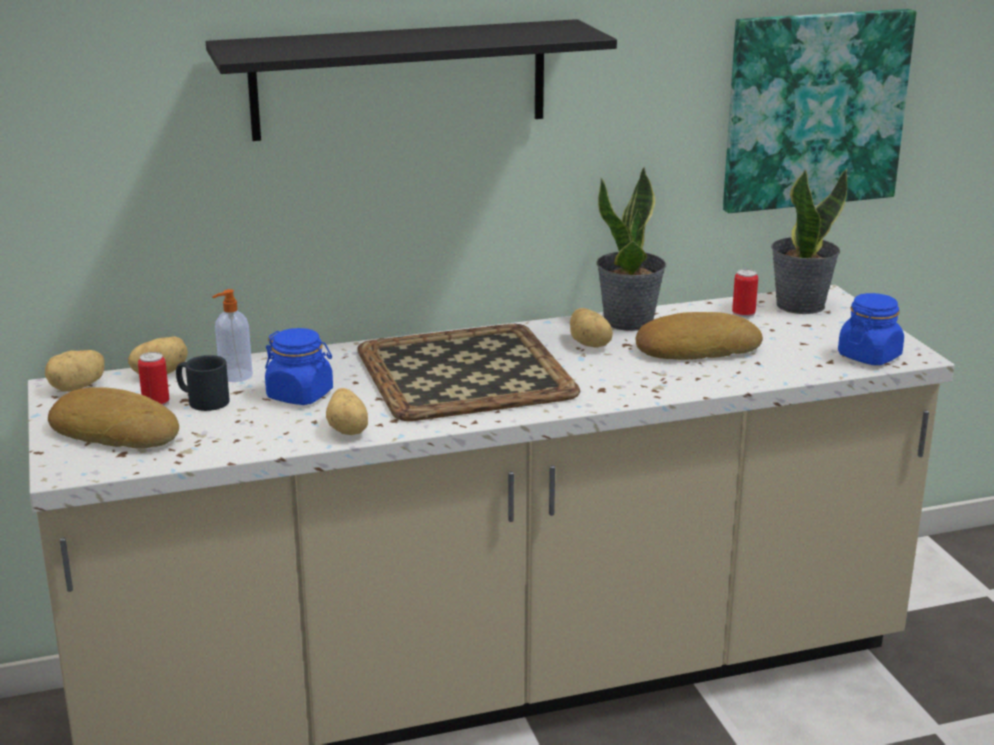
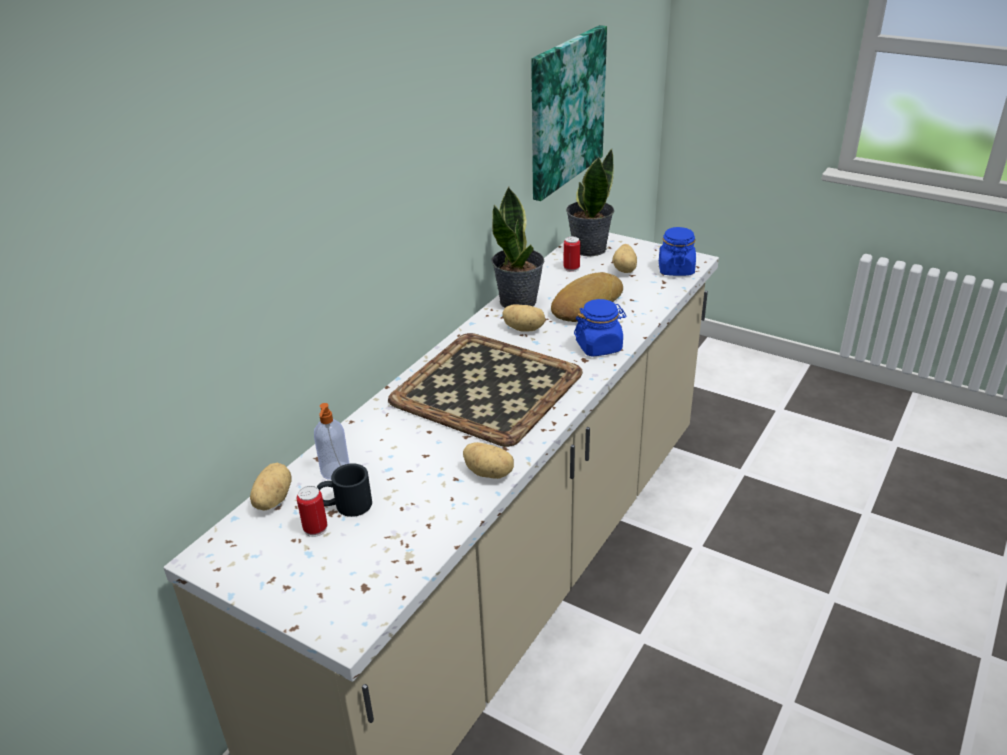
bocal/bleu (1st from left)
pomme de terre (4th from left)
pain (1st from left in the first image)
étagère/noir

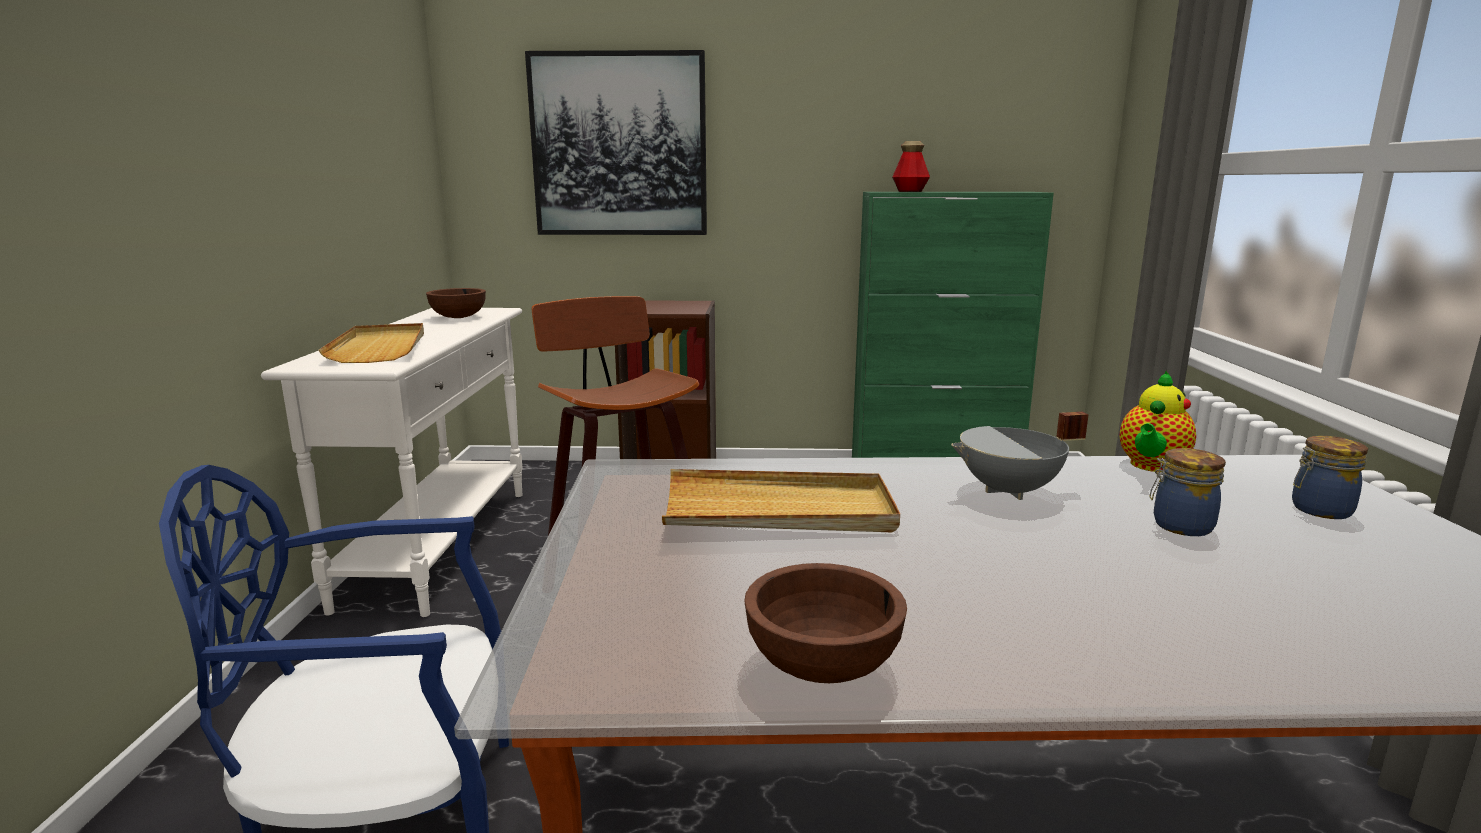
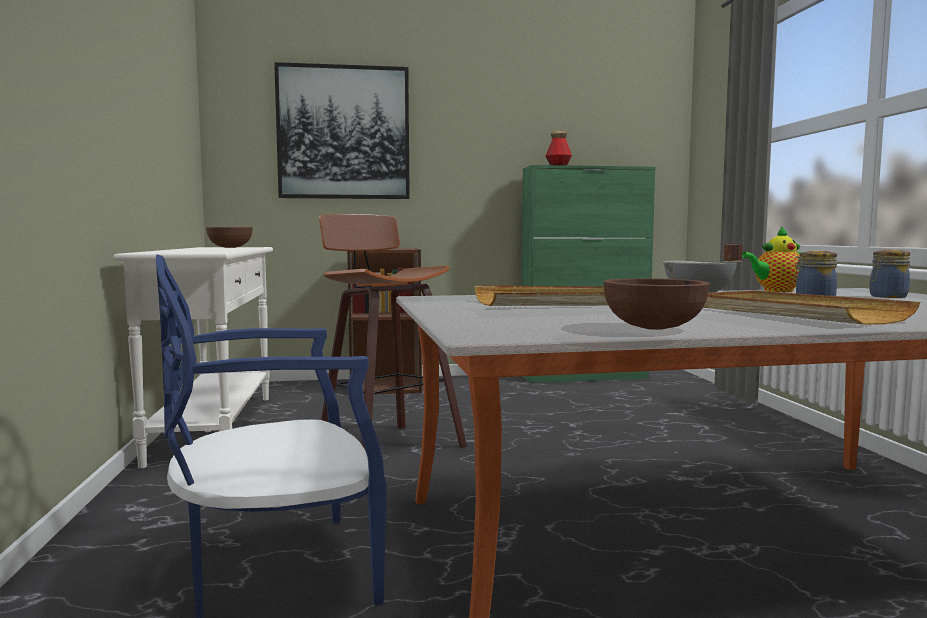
plateau/beige (2nd from left)
théière

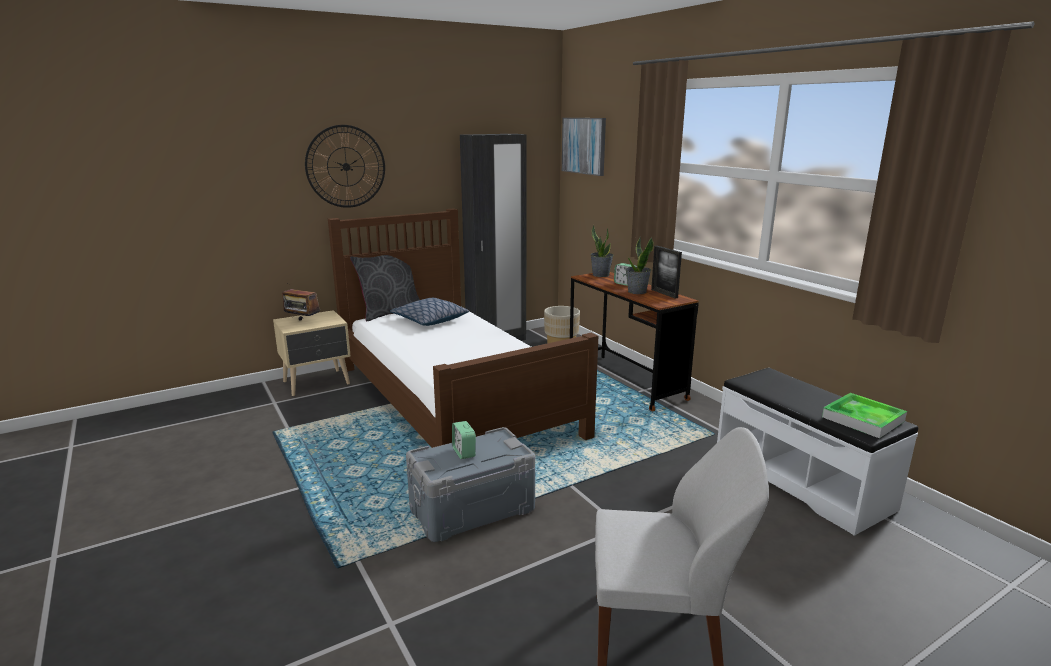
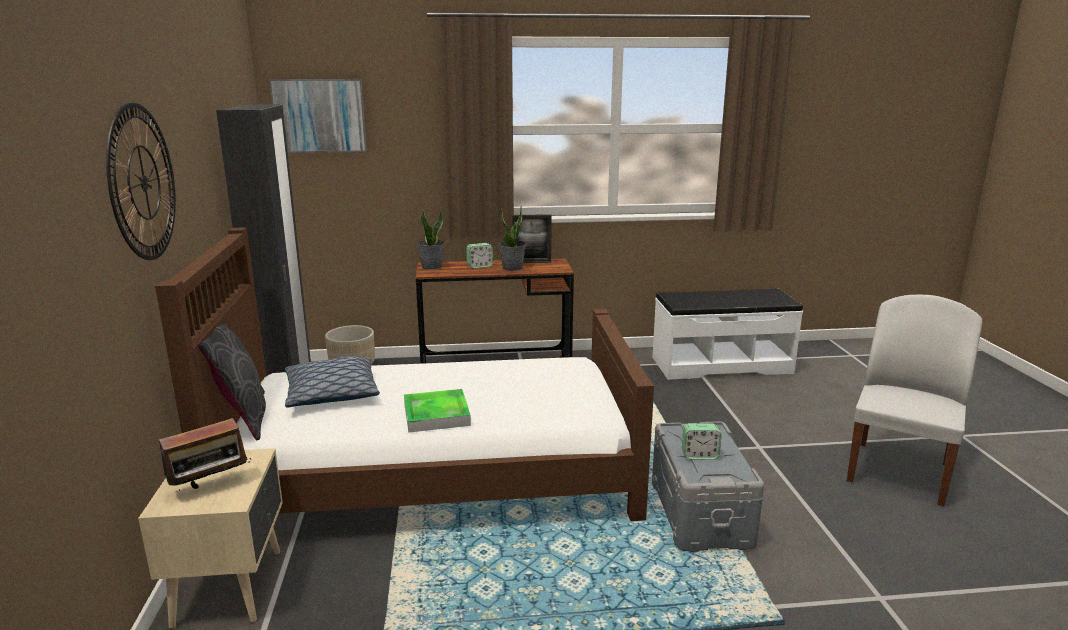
plateau

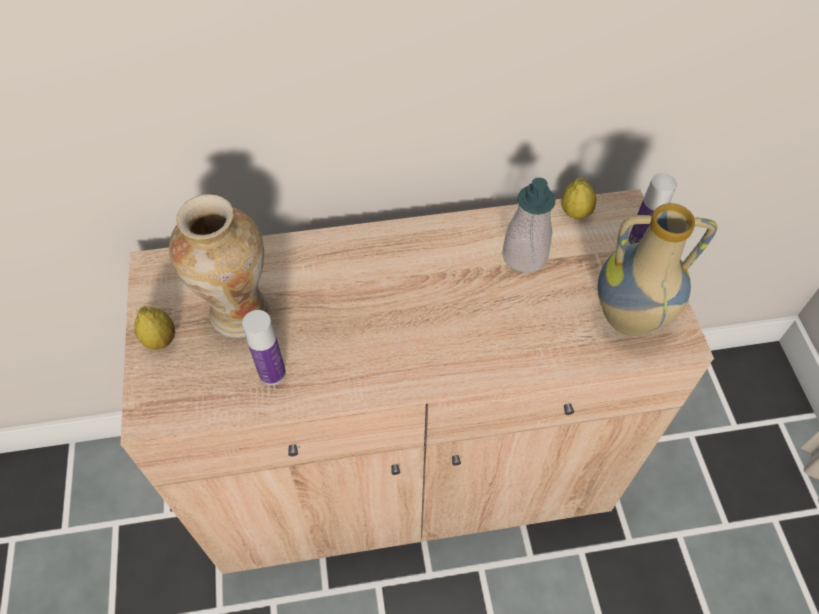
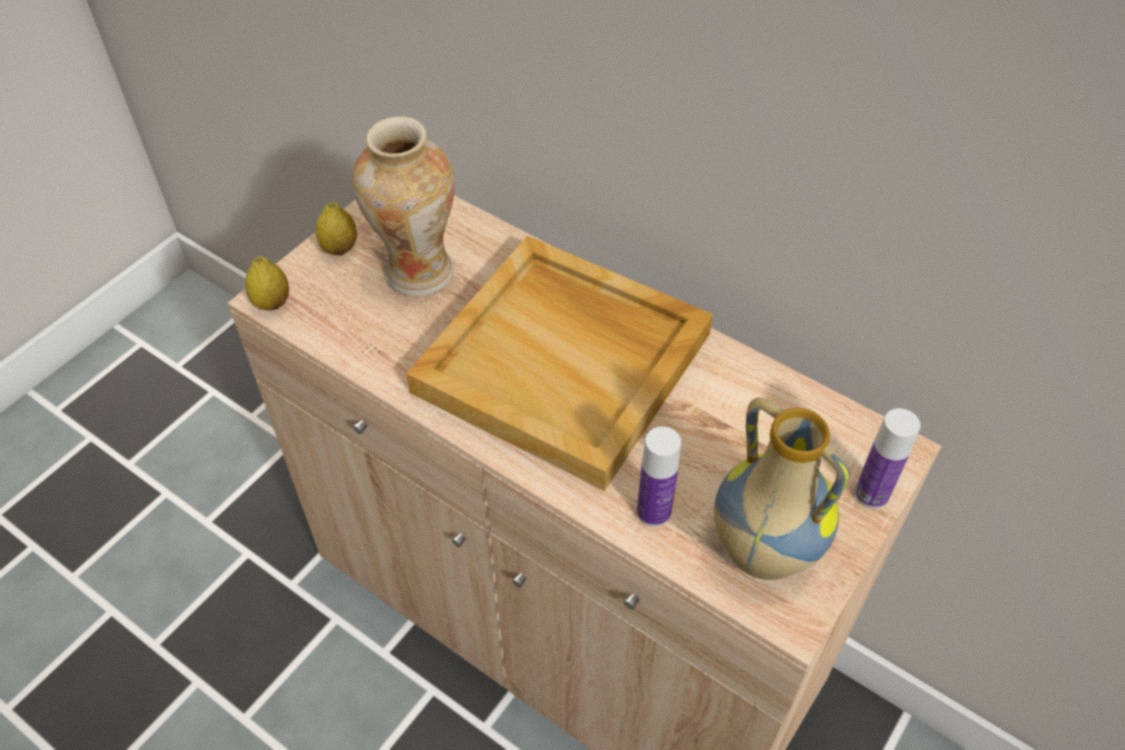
citron (1st from left)
plateau/beige
bouteille (1st from left)
distributeur de savon

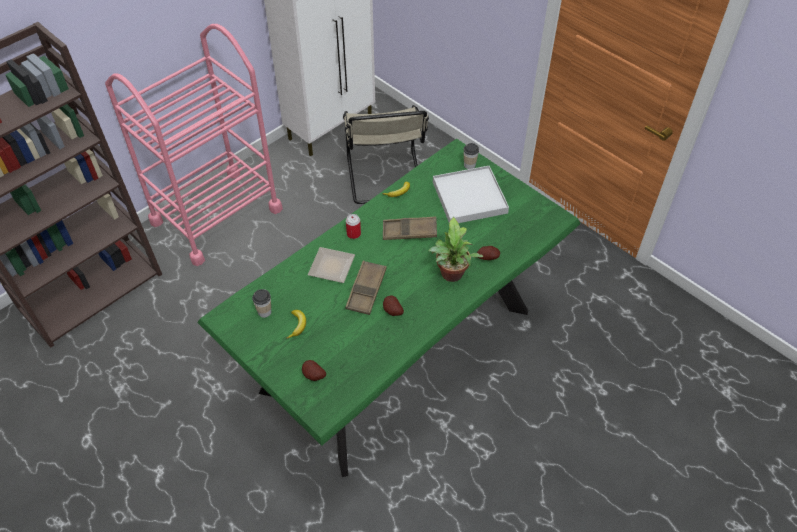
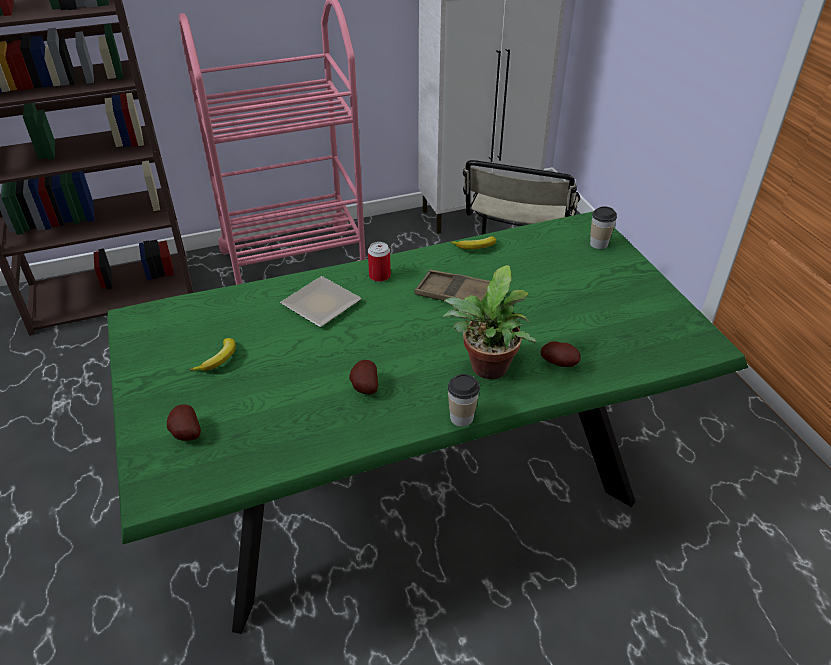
tasse (1st from left)
plateau/marron (1st from left in the first image)
plateau/blanc

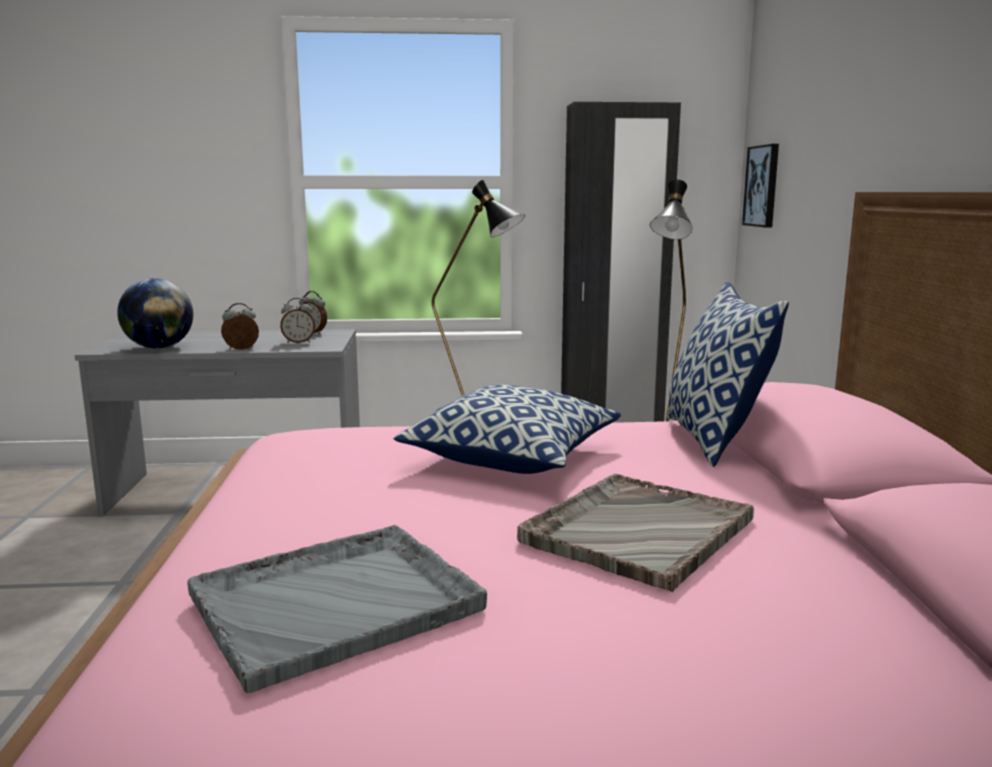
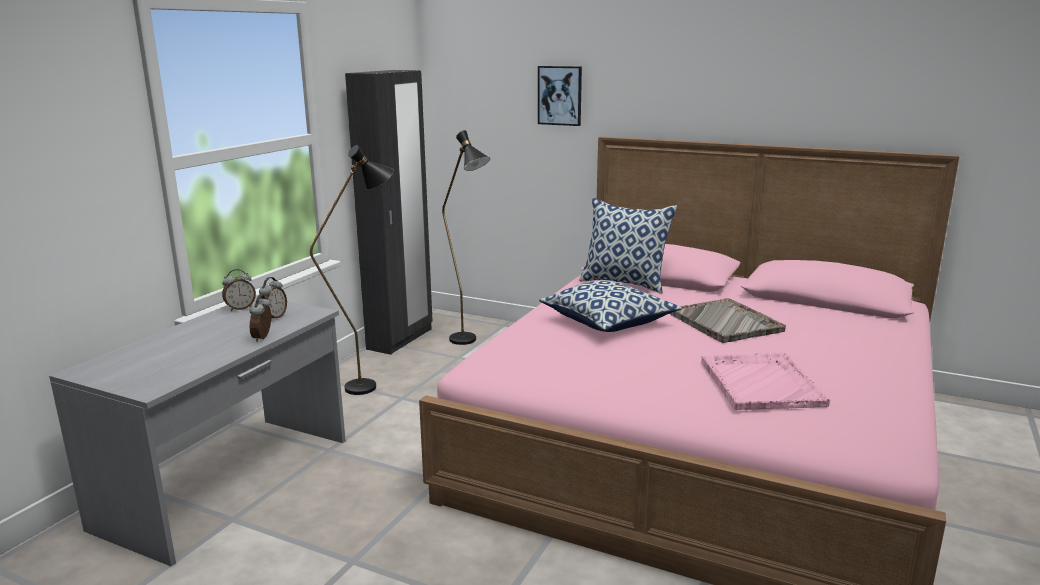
tableau
plateau/rose
globe

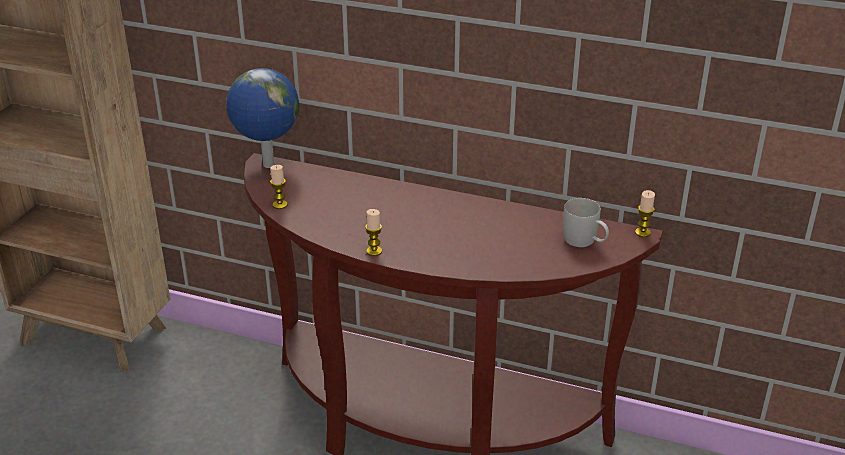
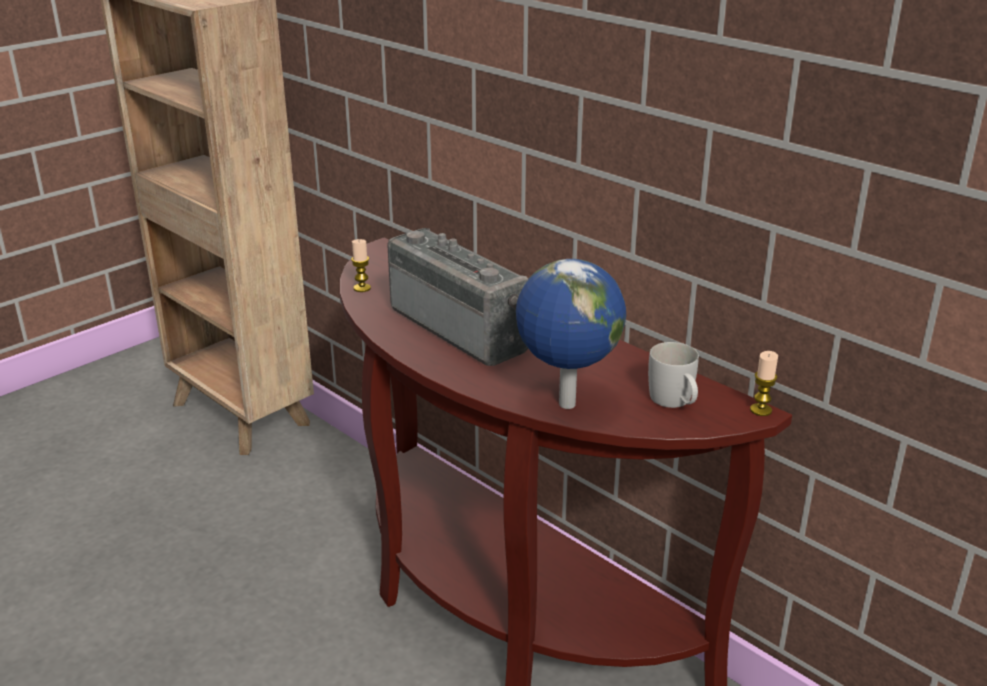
radio
globe
bougie (2nd from left in the first image)

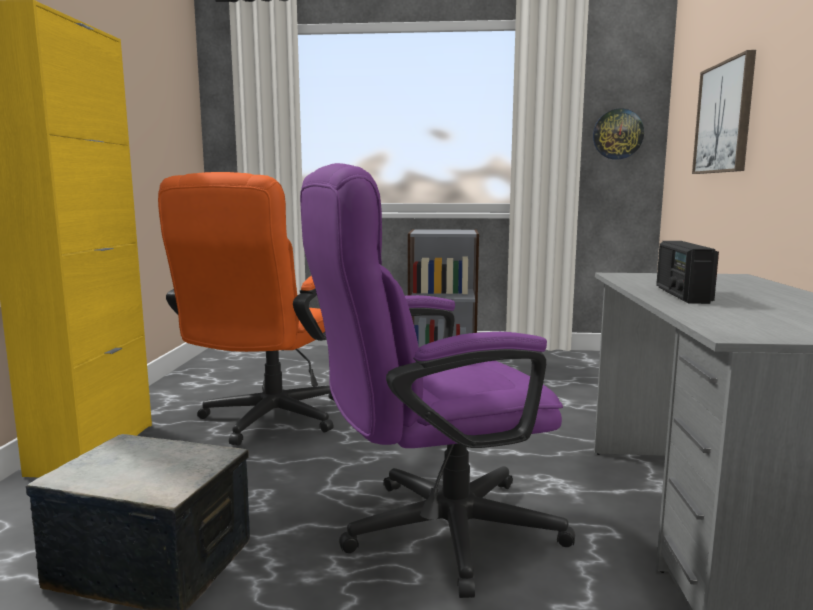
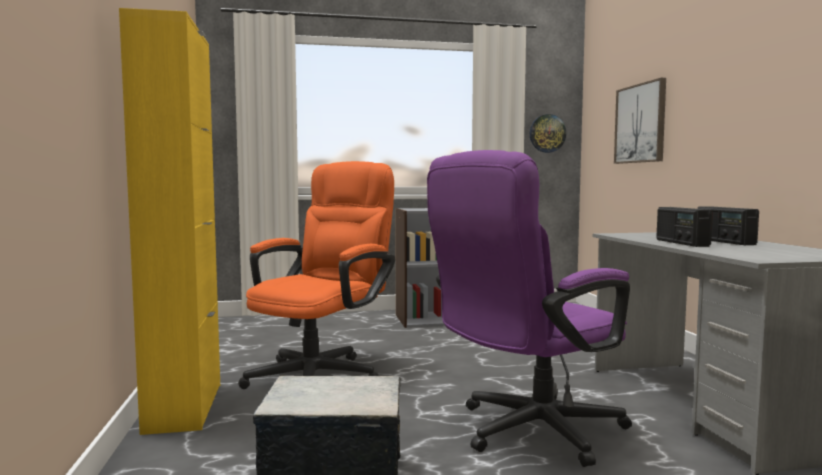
chaise de bureau/orange
radio (2nd from left)

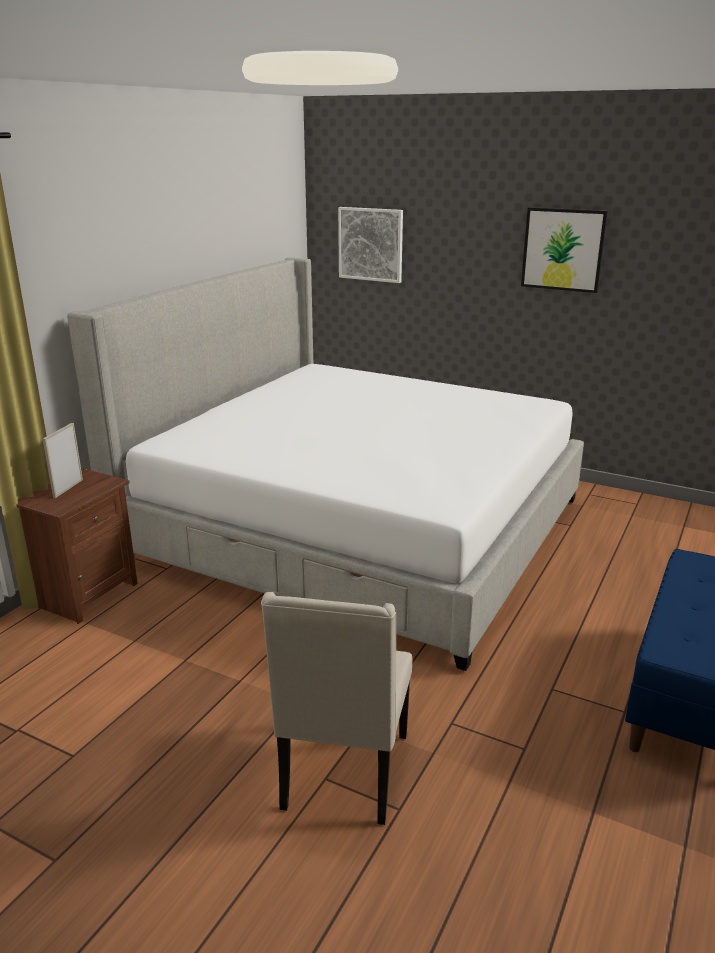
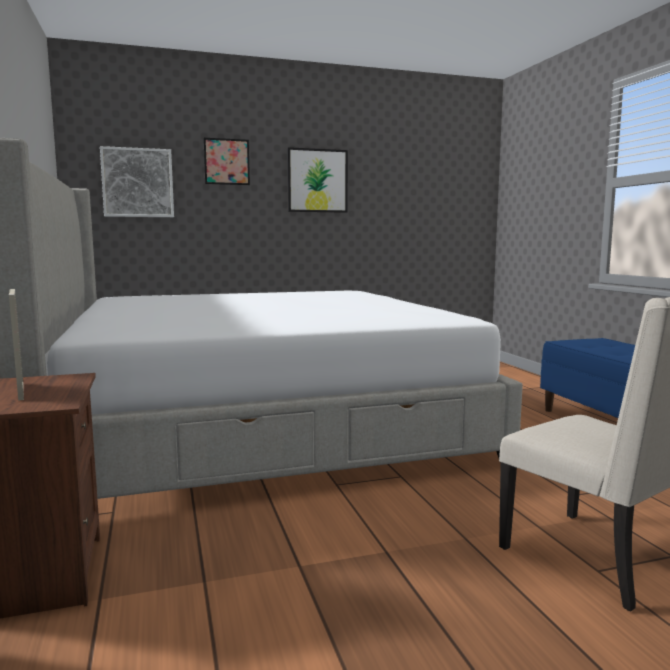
tableau (2nd from left)

